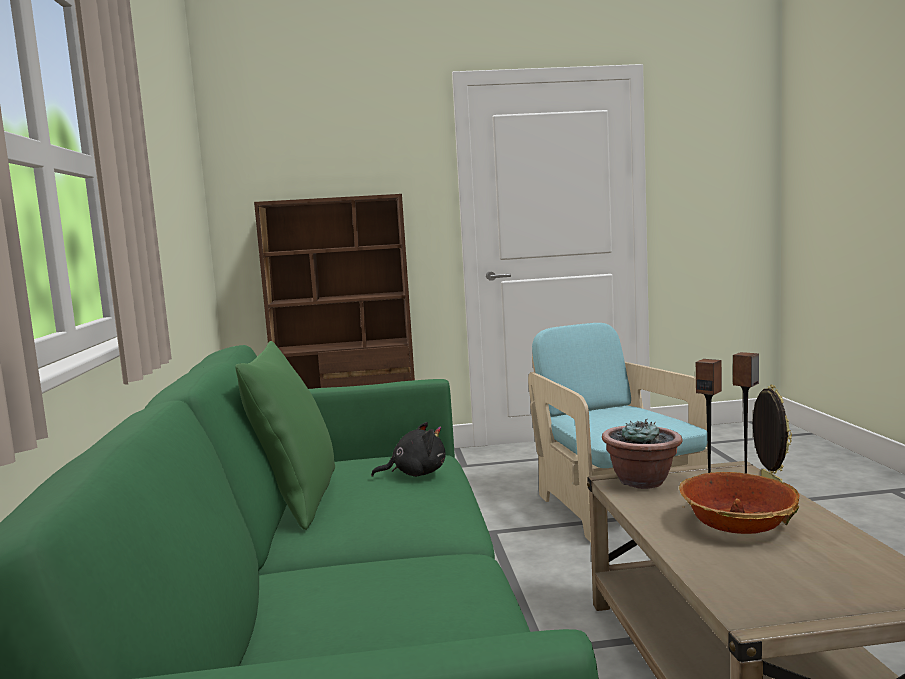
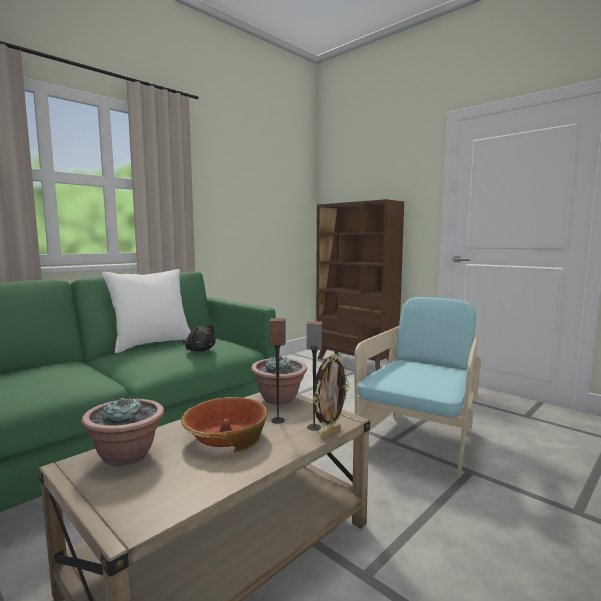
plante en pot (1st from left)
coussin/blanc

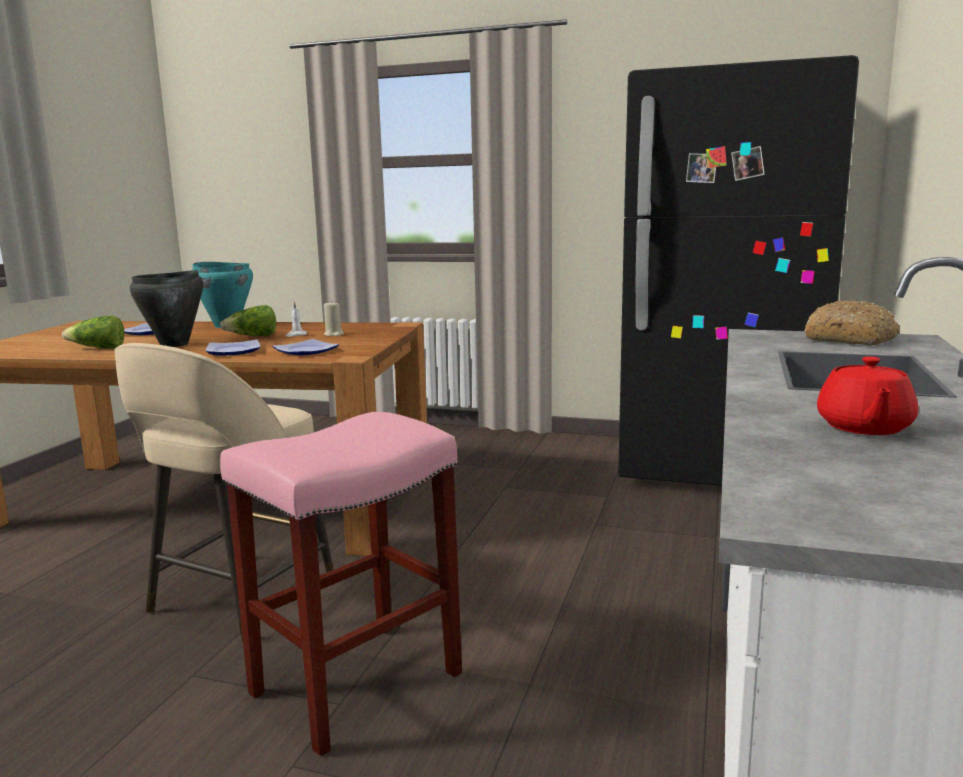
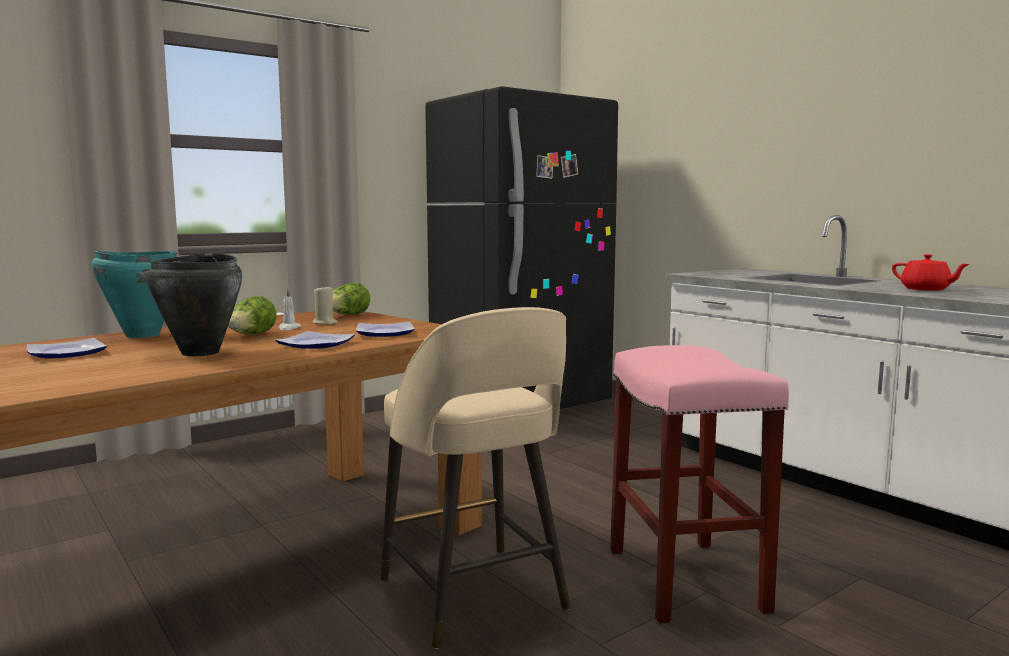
laitue (2nd from left)
pain

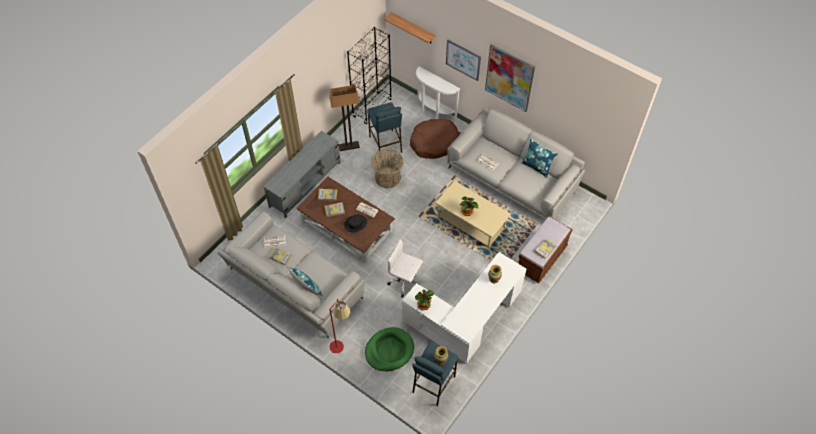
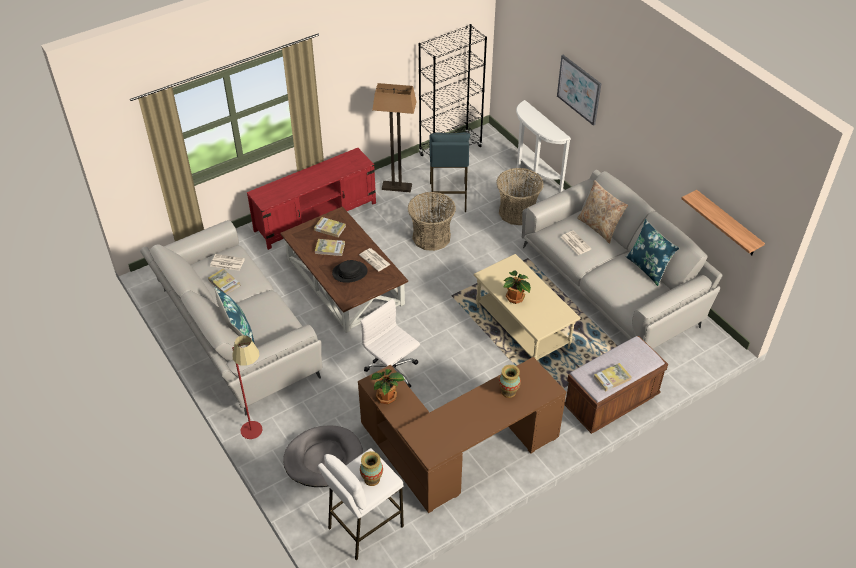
meuble télé/rouge
panier pour chien/gris
tabouret/blanc
bureau/marron
panier (2nd from left)
coussin/beige
étagère
tableau (2nd from left in the first image)

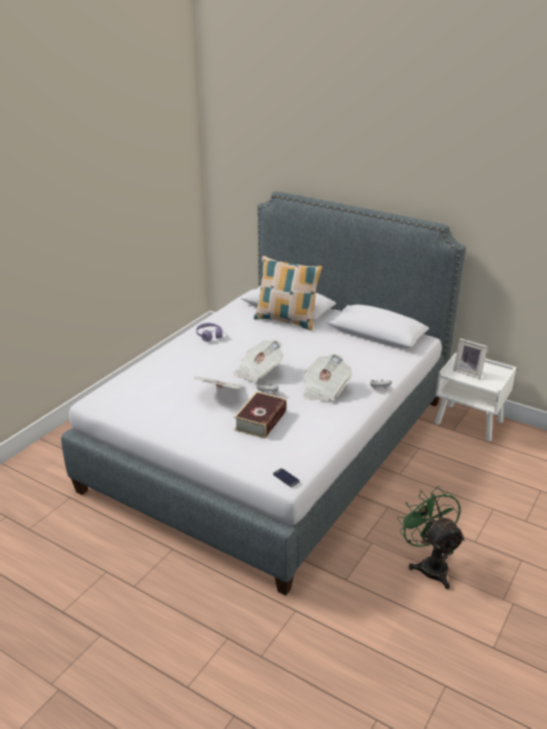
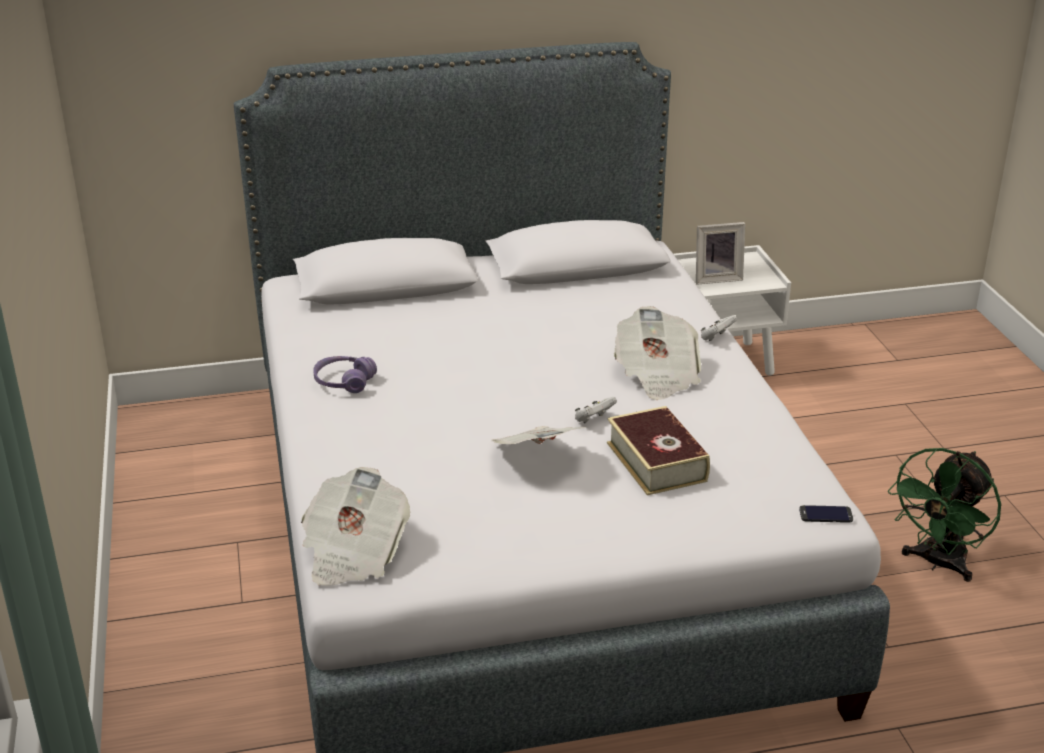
journal (1st from left)
ventilateur/vert
coussin

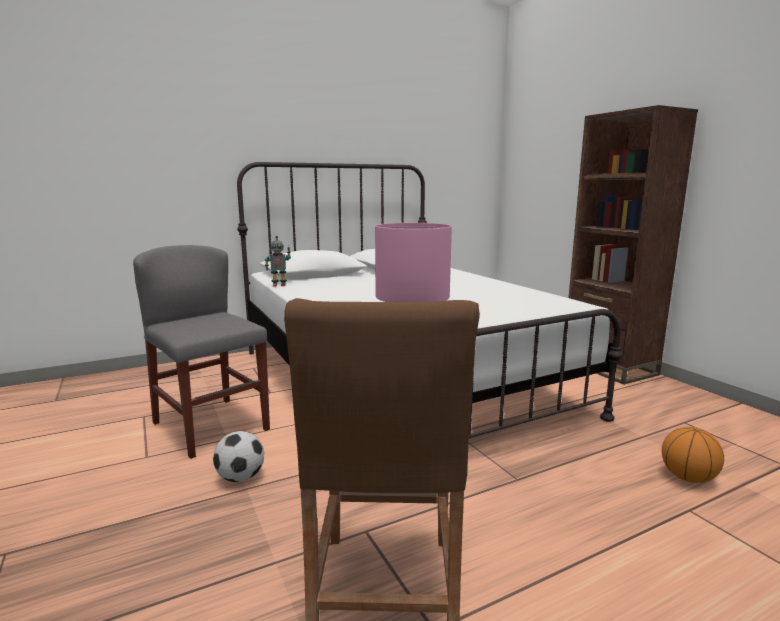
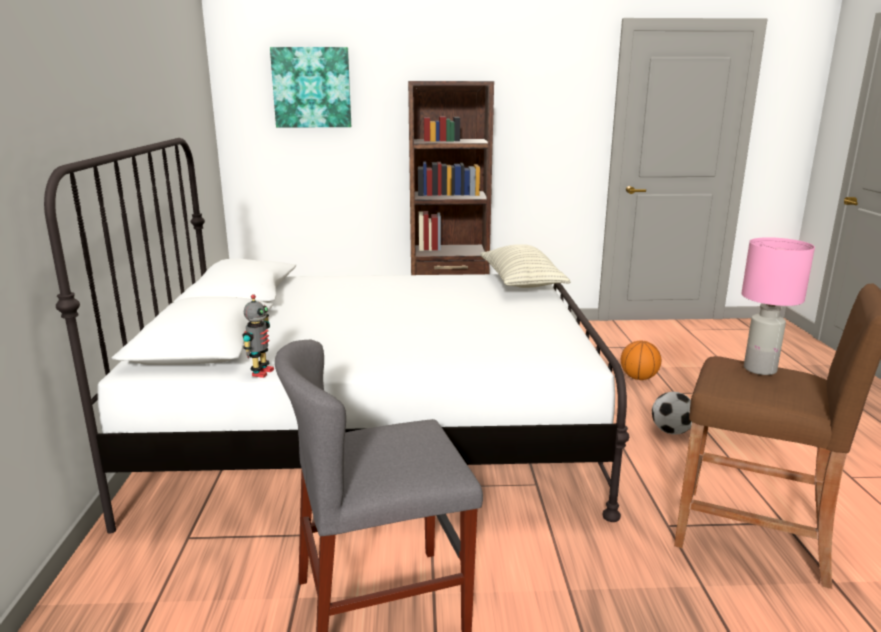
tableau
coussin
ballon de foot

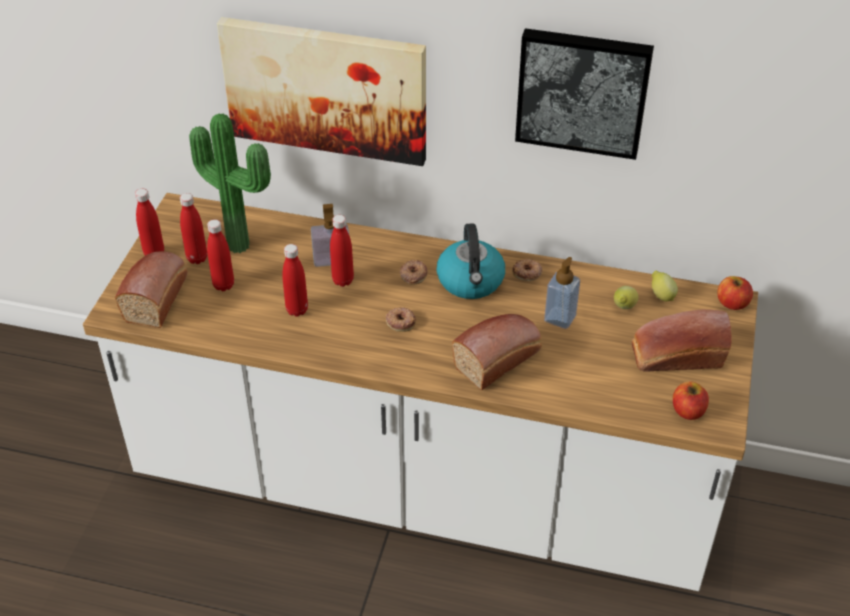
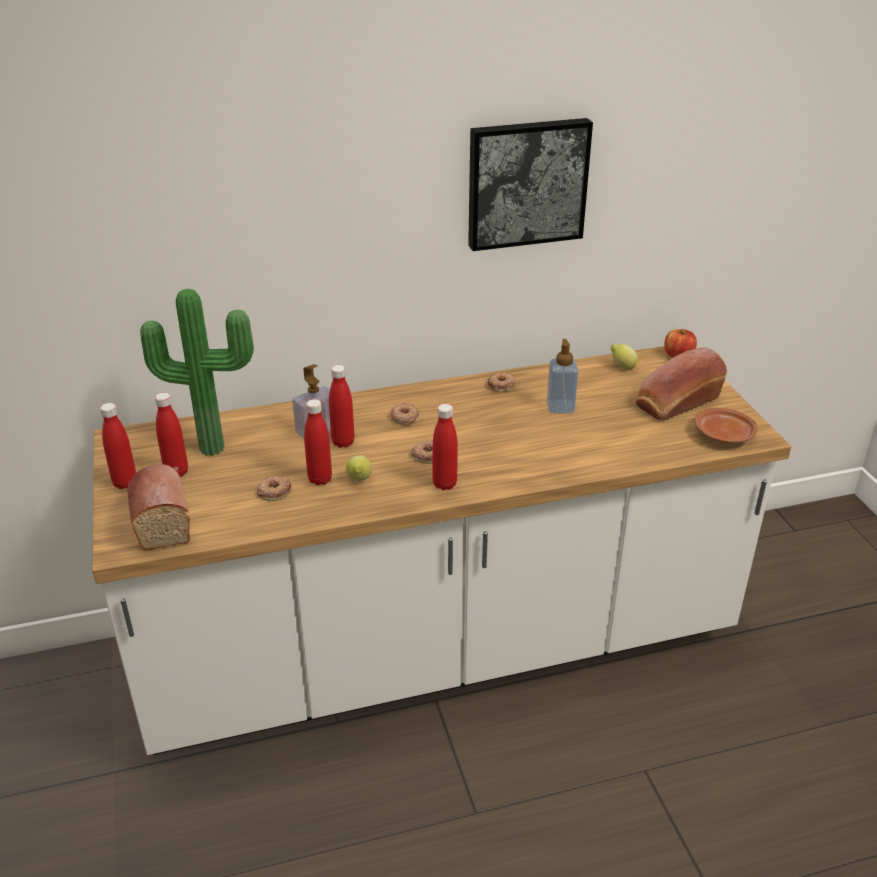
beignet (1st from left)
citron (1st from left)
bouteille/rouge (5th from left)
assiette/marron
tableau (1st from left in the first image)
bouilloire
pain (2nd from left in the first image)

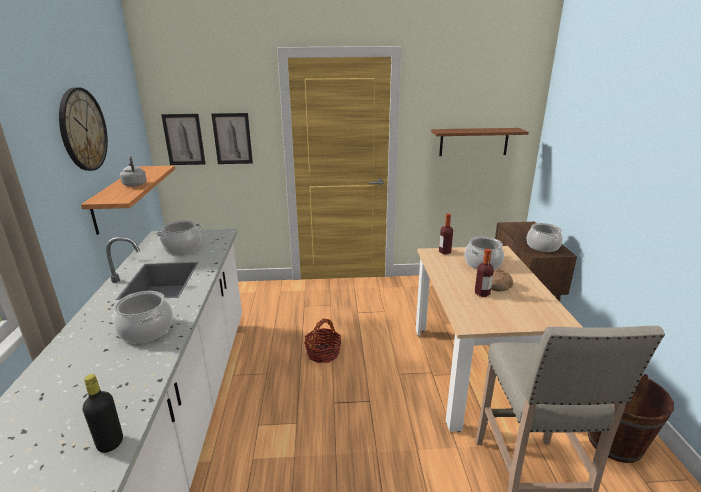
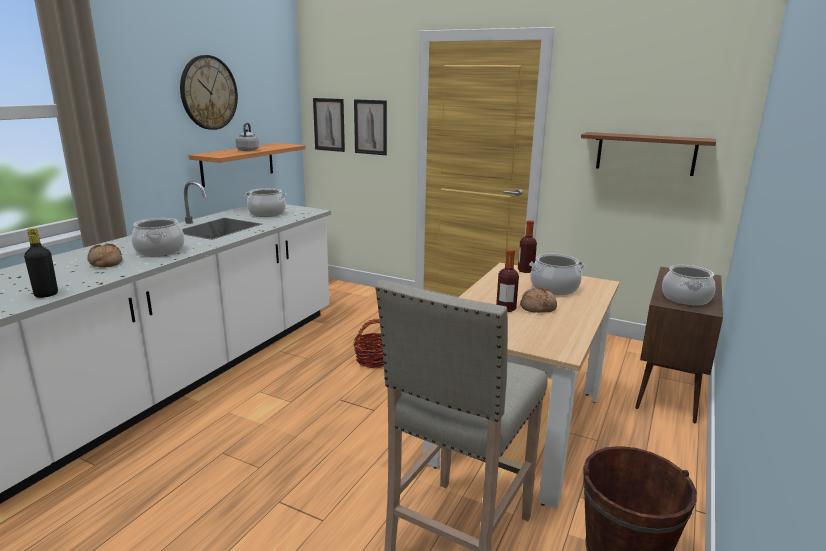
pain (1st from left)

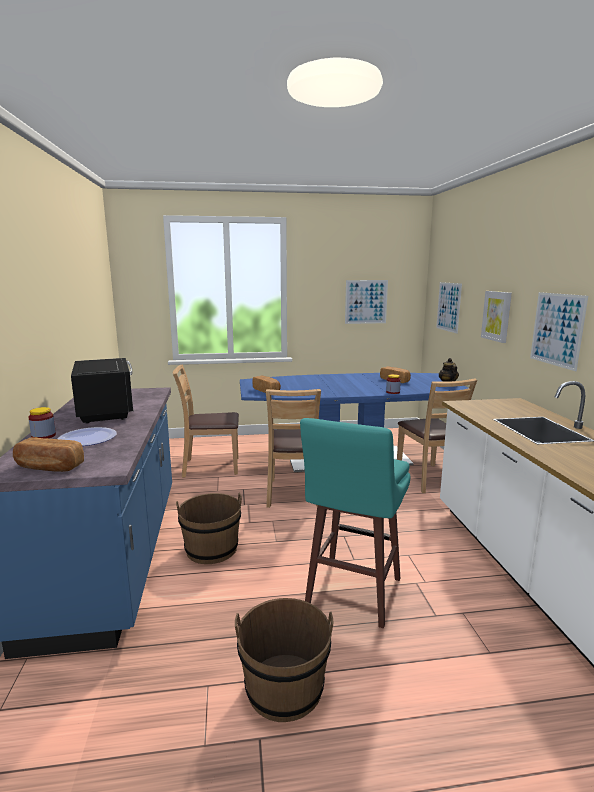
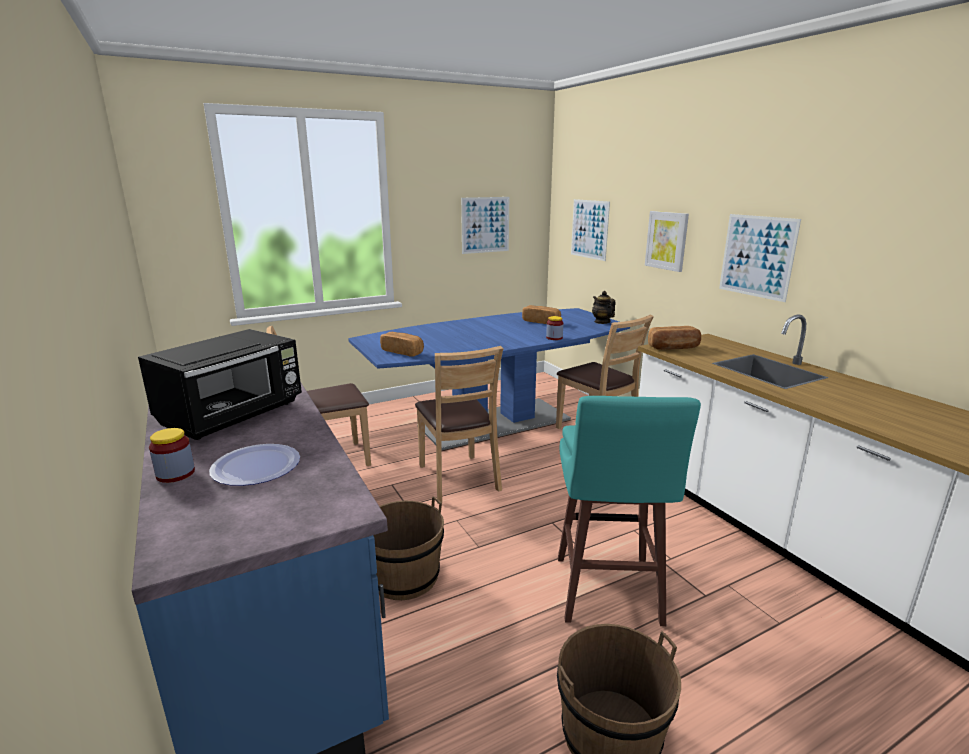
micro-ondes/noir
pain (3rd from left)

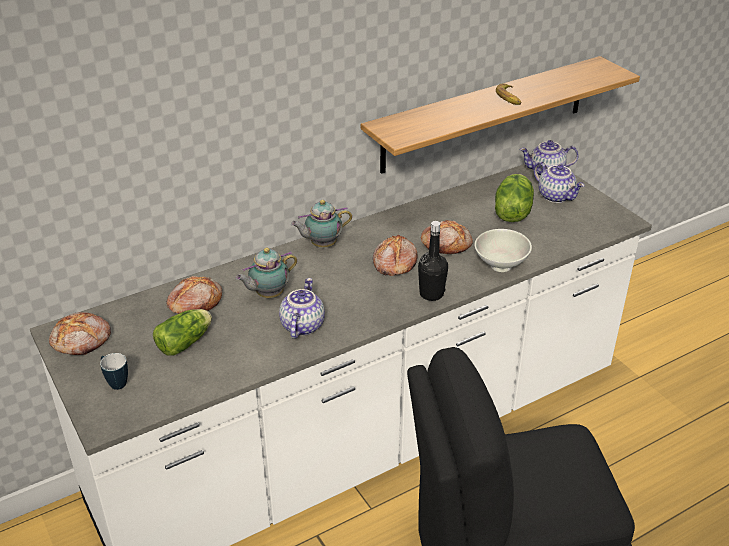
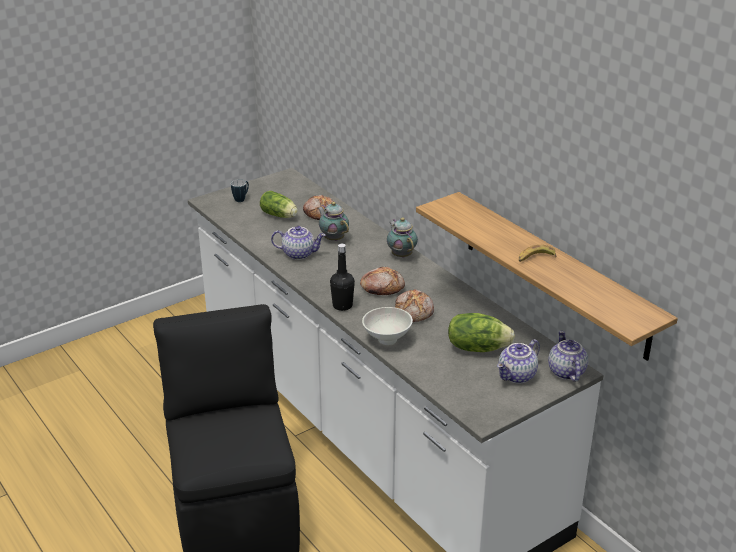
pain (1st from left in the first image)

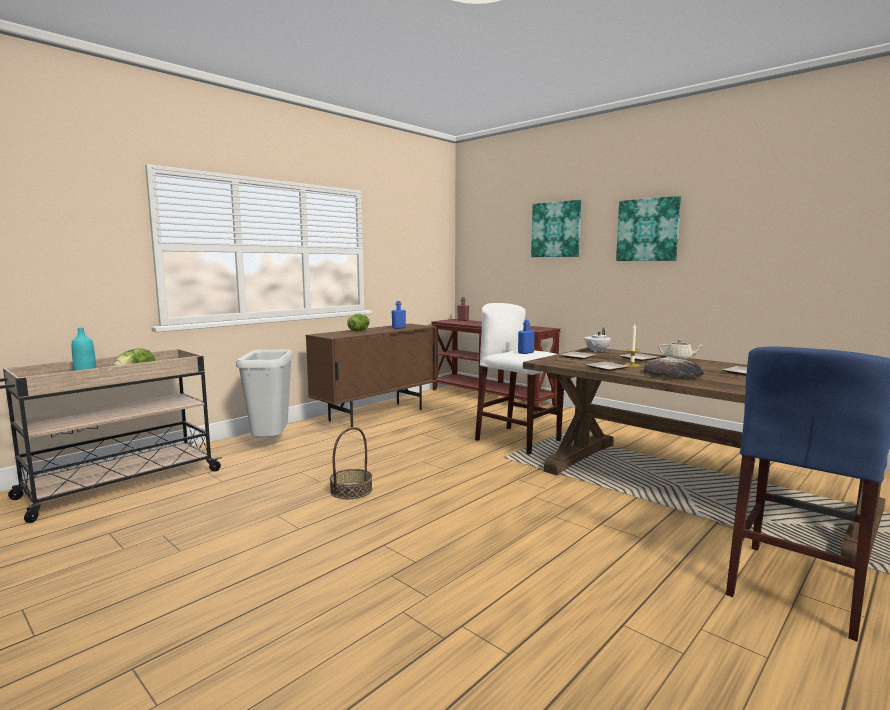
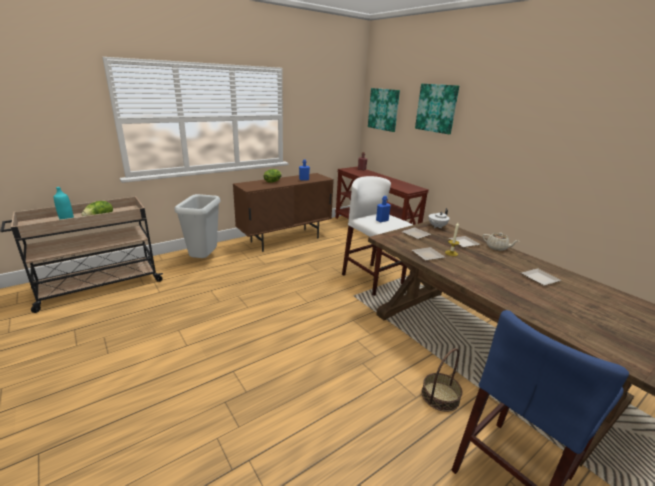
tableau (1st from left)
panier
pain

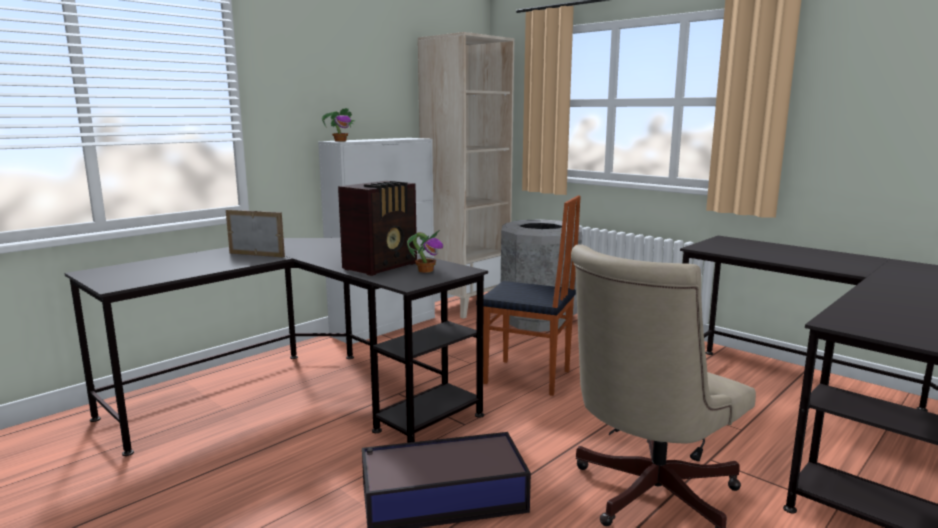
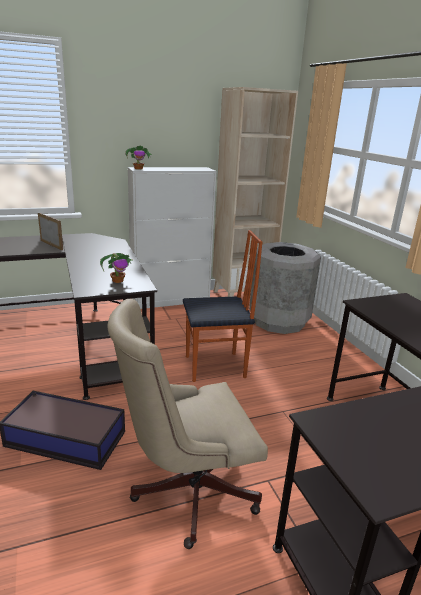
chaise
radio

